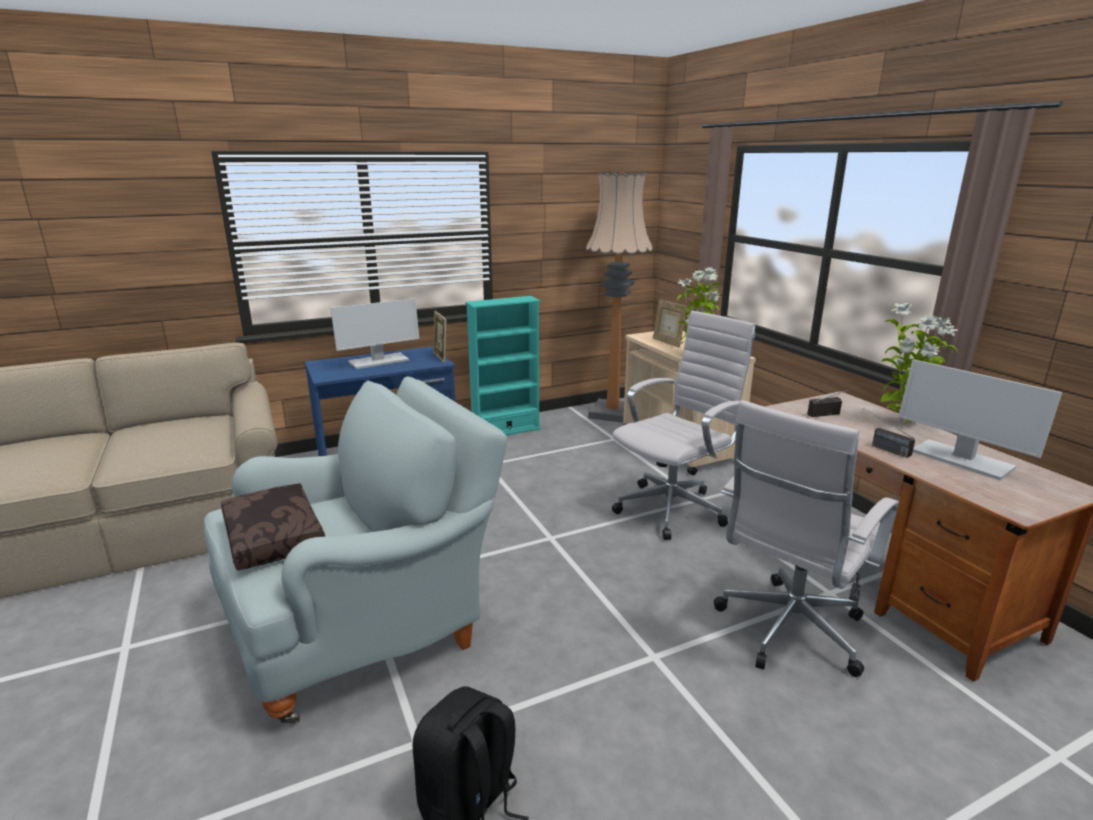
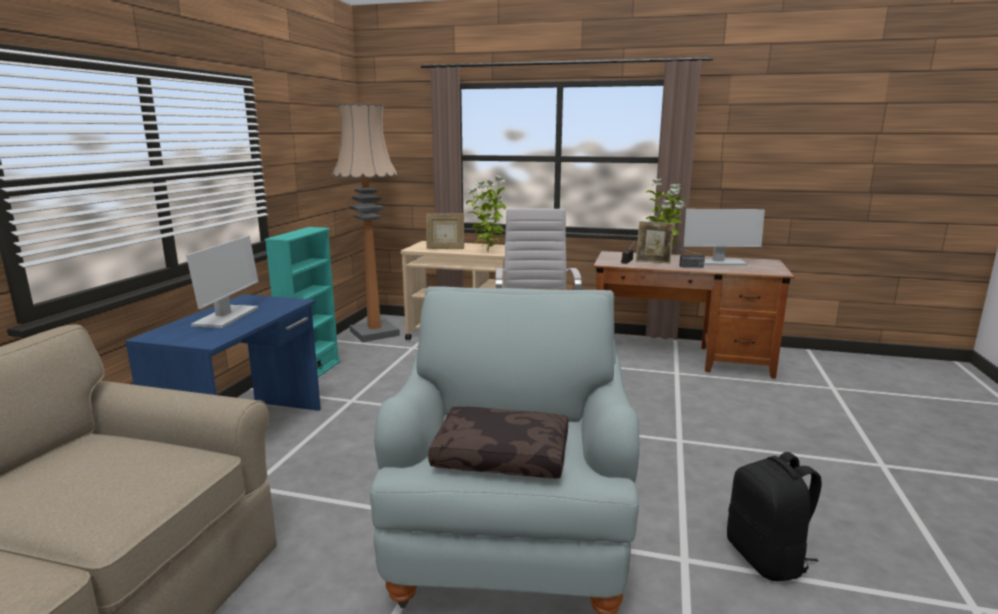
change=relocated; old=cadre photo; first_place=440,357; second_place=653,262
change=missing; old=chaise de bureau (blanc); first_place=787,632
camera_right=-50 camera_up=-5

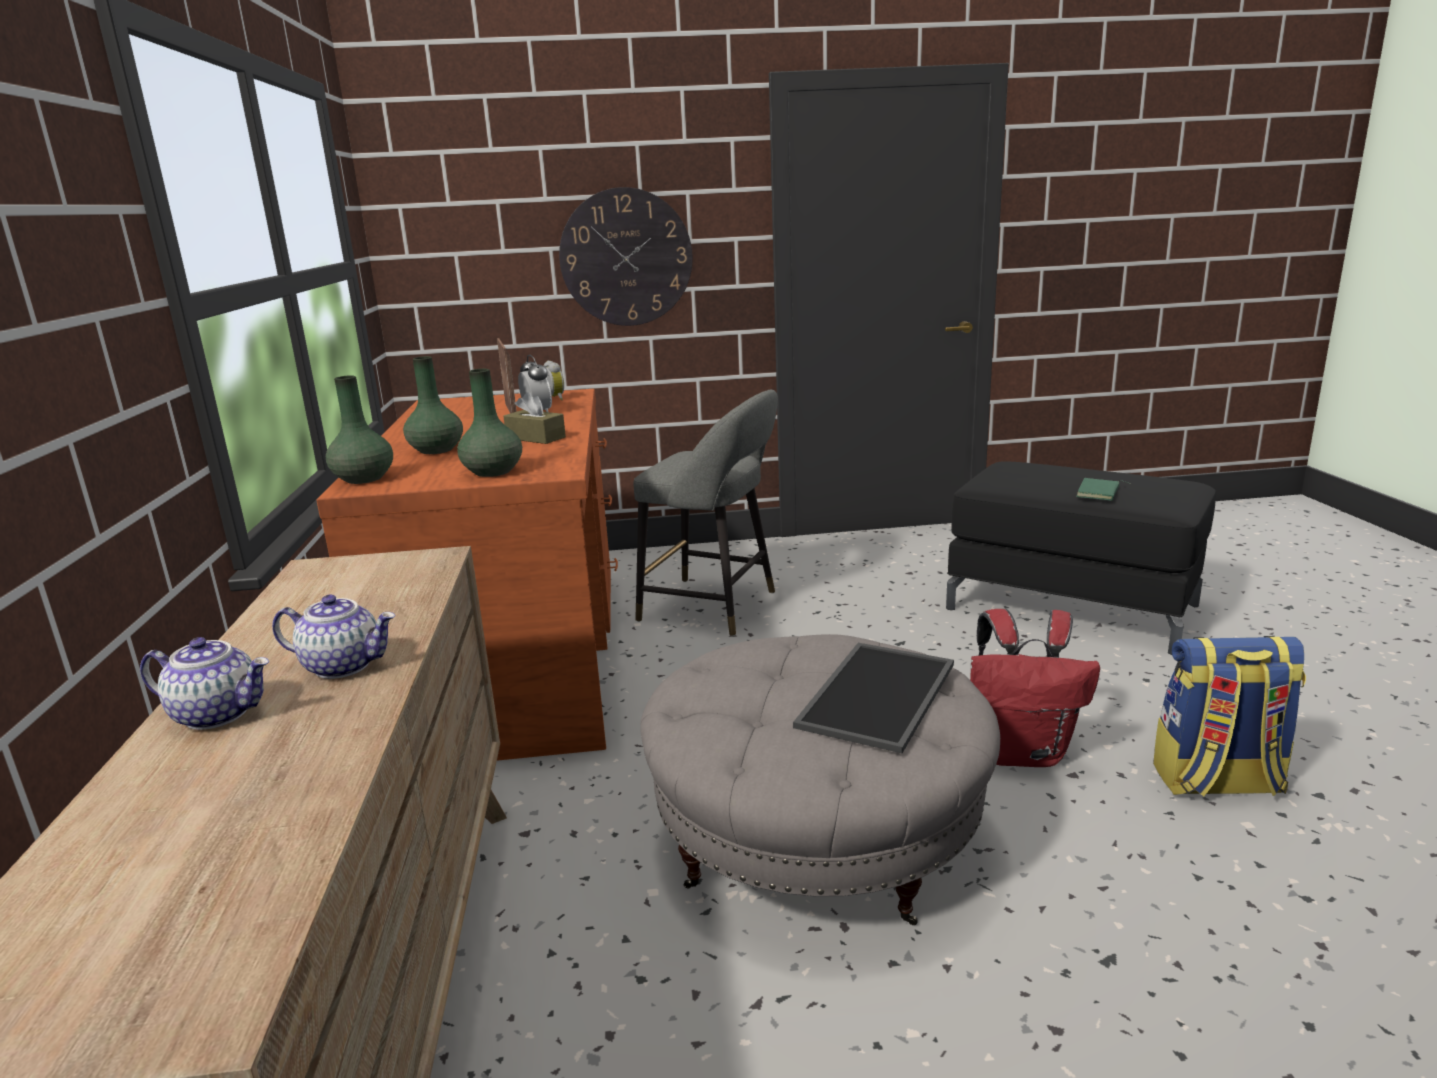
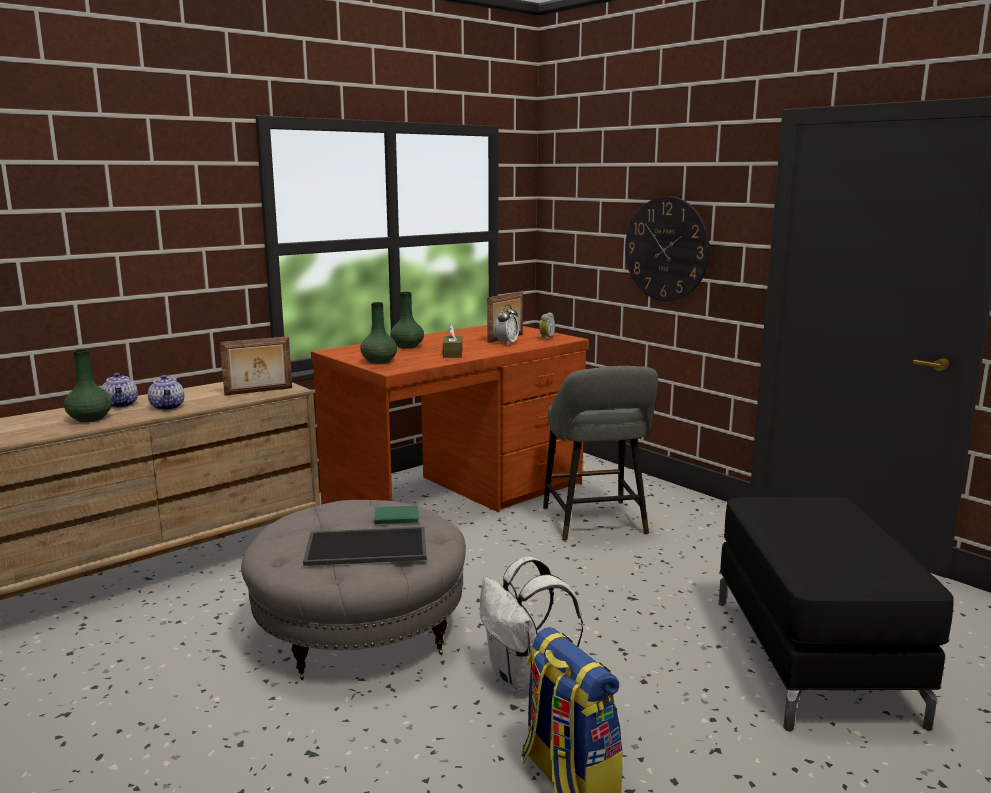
change=relocated; old=vase (vert); first_place=363,479; second_place=89,419
change=appeared; new=cadre photo; second_place=259,391
change=relocated; old=livre (vert); first_place=1099,493; second_place=396,518
change=colour; old=sac à dos (rouge); new=sac à dos (blanc); first_place=1021,752; second_place=523,679
camera_right=55 camera_up=-5

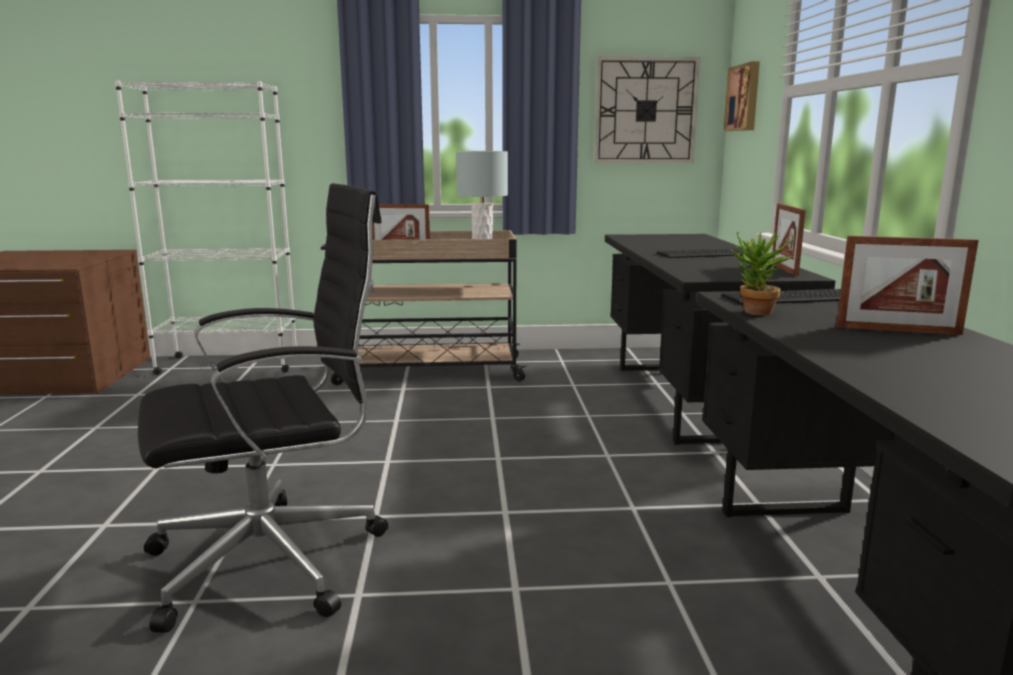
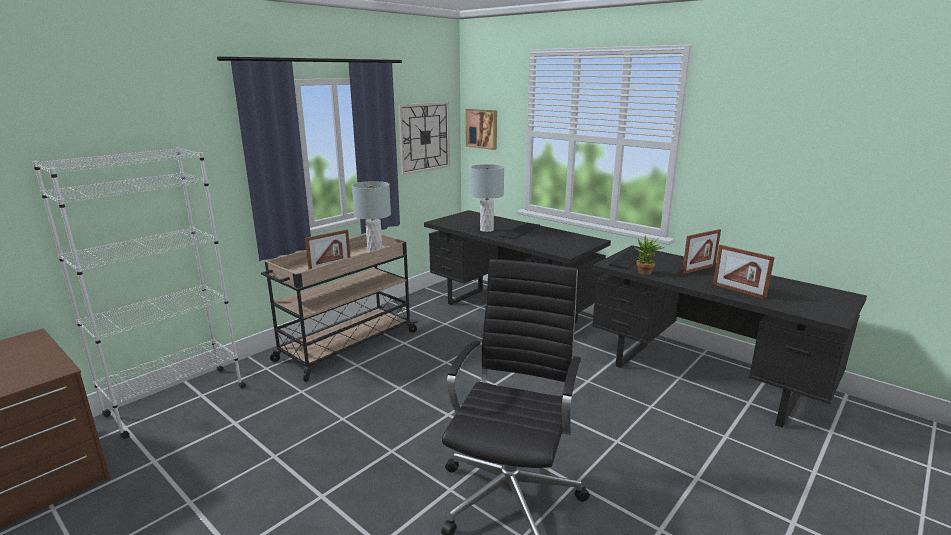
change=appeared; new=lampe de table (gris); second_place=486,230
change=relocated; old=cadre photo; first_place=784,269; second_place=738,291
camera_right=-45 camera_up=5

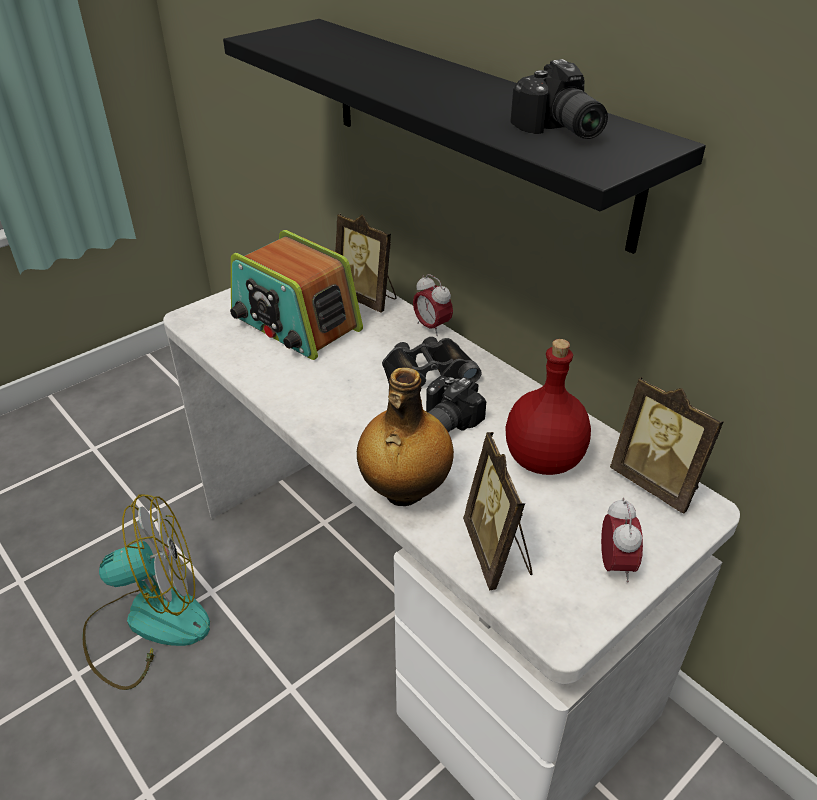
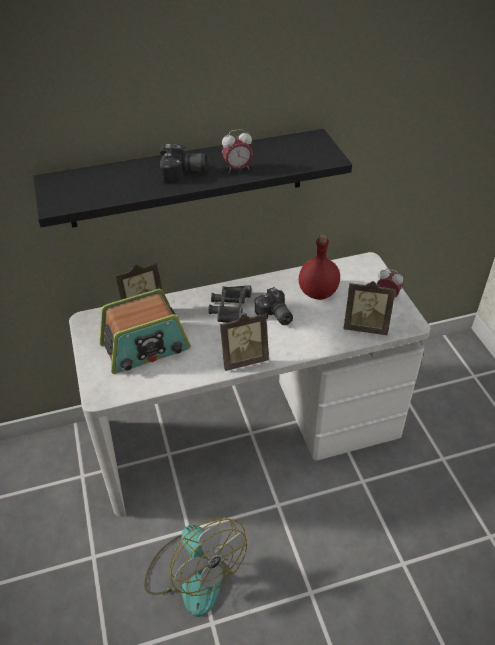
change=spun; old=ventilateur; first_place=148,623; second_place=193,572; degrees=135
change=relocated; old=appareil photo; first_place=558,130; second_place=184,174
change=relocated; old=cadre photo; first_place=656,483; second_place=243,359
change=relocated; old=réveil; first_place=432,327; second_place=237,169
change=missing; old=bouteille; first_place=404,492
camera_right=-65 camera_up=5

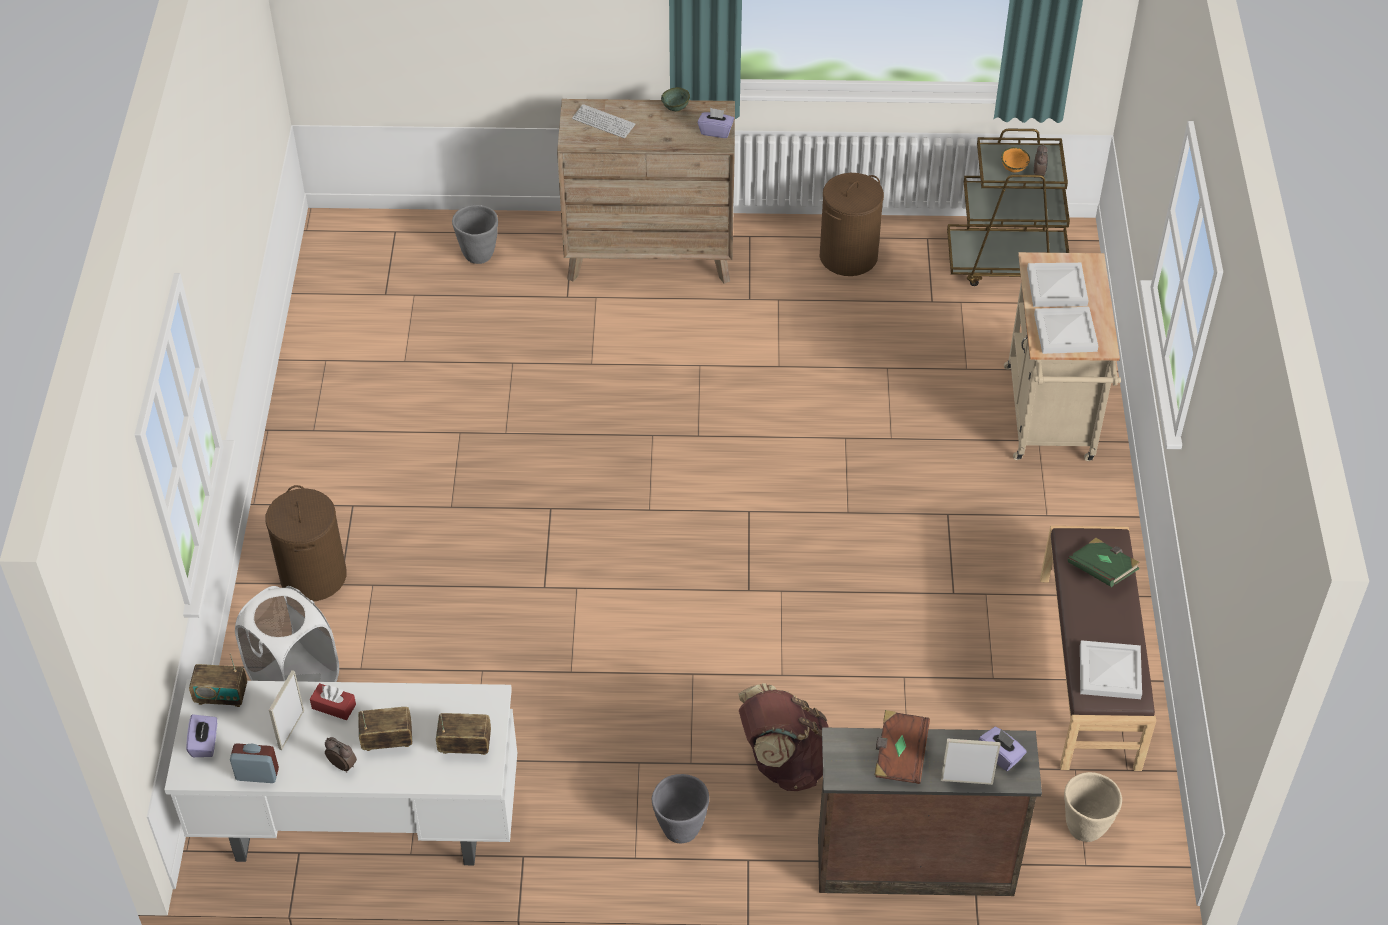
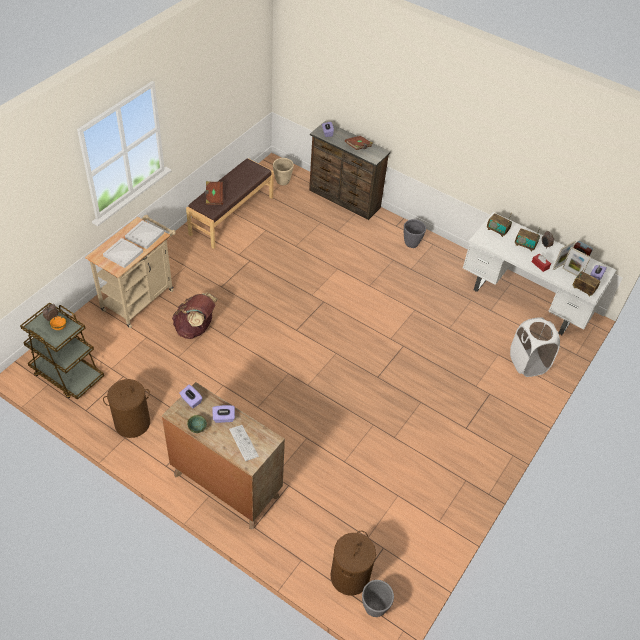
change=relocated; old=sac à dos (marron); first_place=783,762; second_place=196,328
change=colour; old=livre (vert); new=livre (marron); first_place=1102,570; second_place=214,197
change=appeared; new=boîte à mouchoirs (violet); second_place=224,418
change=relocated; old=panier à linge (marron); first_place=313,575; second_place=350,577
change=relocated; old=cache-pot (gris); first_place=478,255; second_place=374,608
change=relocated; old=cadre photo; first_place=966,781; second_place=571,273
change=missing; old=plateau (blanc); first_place=1109,672
camera_right=-150 camera_up=0

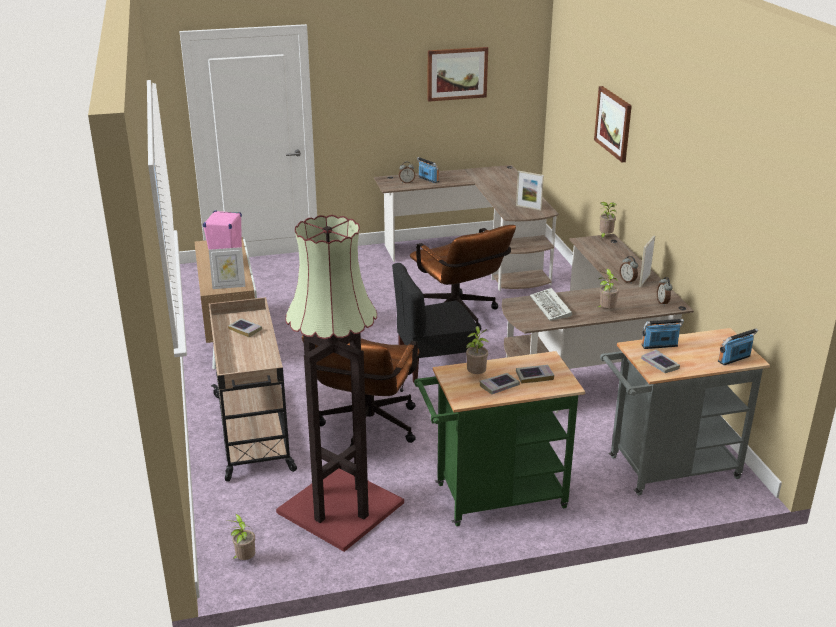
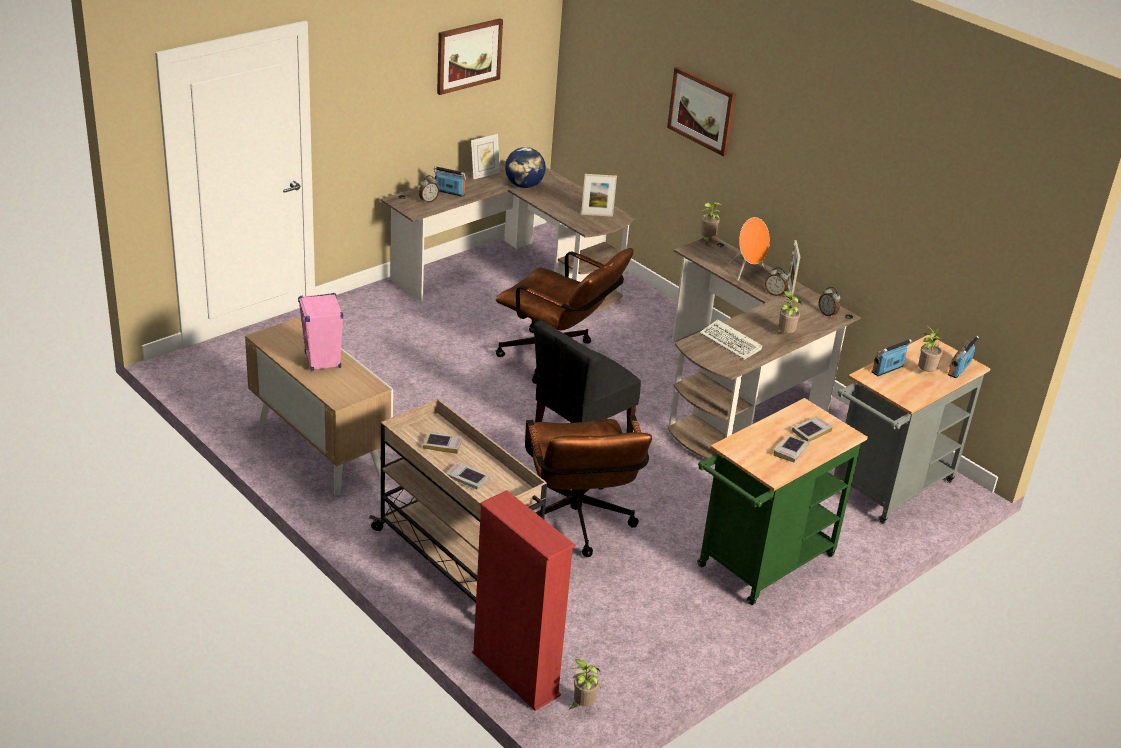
change=relocated; old=livre; first_place=659,364; second_place=467,479
change=relocated; old=cadre photo; first_place=229,286; second_place=484,174
change=appeared; new=bibliothèque (rouge); second_place=515,674
change=appeared; new=globe; second_place=524,186
change=appeared; new=enceinte (orange); second_place=747,272
change=relocated; old=plante en pot; first_place=476,375; second_place=925,372
change=missing; old=lampadaire; first_place=338,508
camera_right=-30 camera_up=5

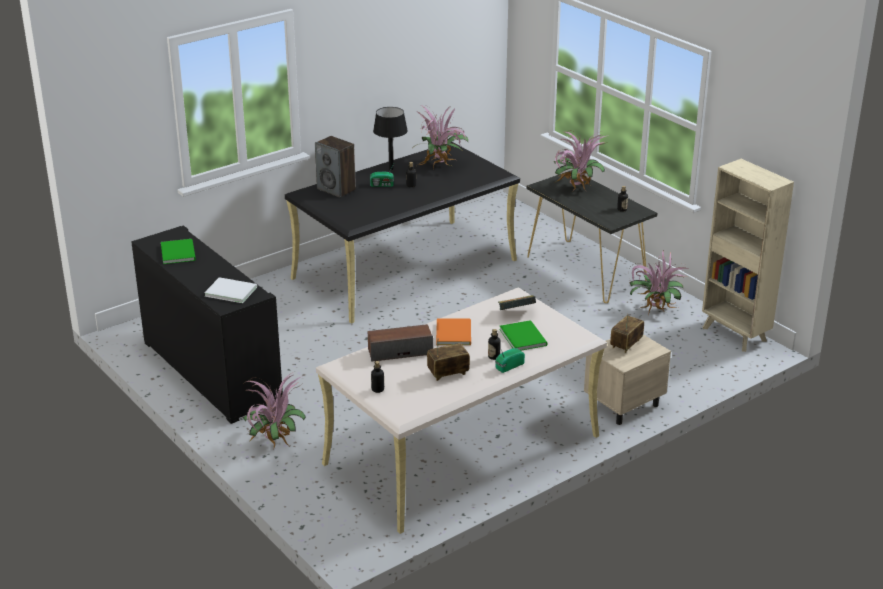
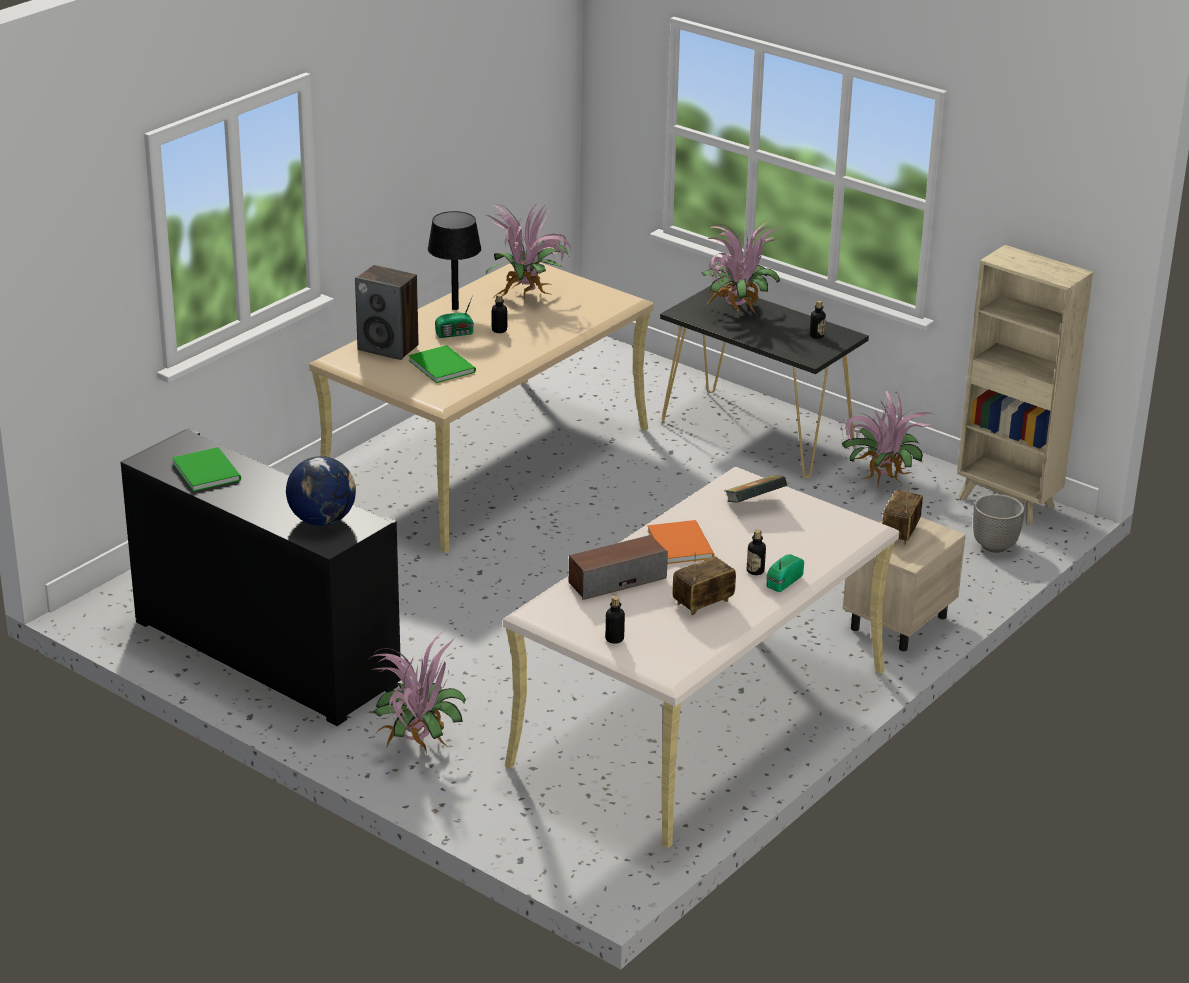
change=exchanged; old=livre (blanc); new=globe; first_place=230,291; second_place=322,520
change=colour; old=bureau (noir); new=bureau (beige); first_place=405,269; second_place=487,460
change=relocated; old=livre (vert); first_place=523,336; second_place=442,365
change=appeared; new=cache-pot; second_place=994,546
camera_right=-15 camera_up=0

